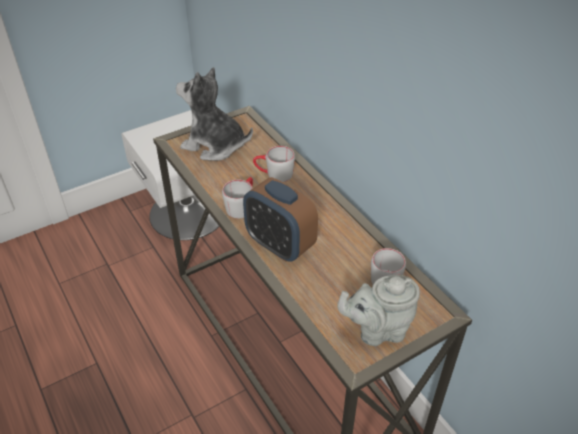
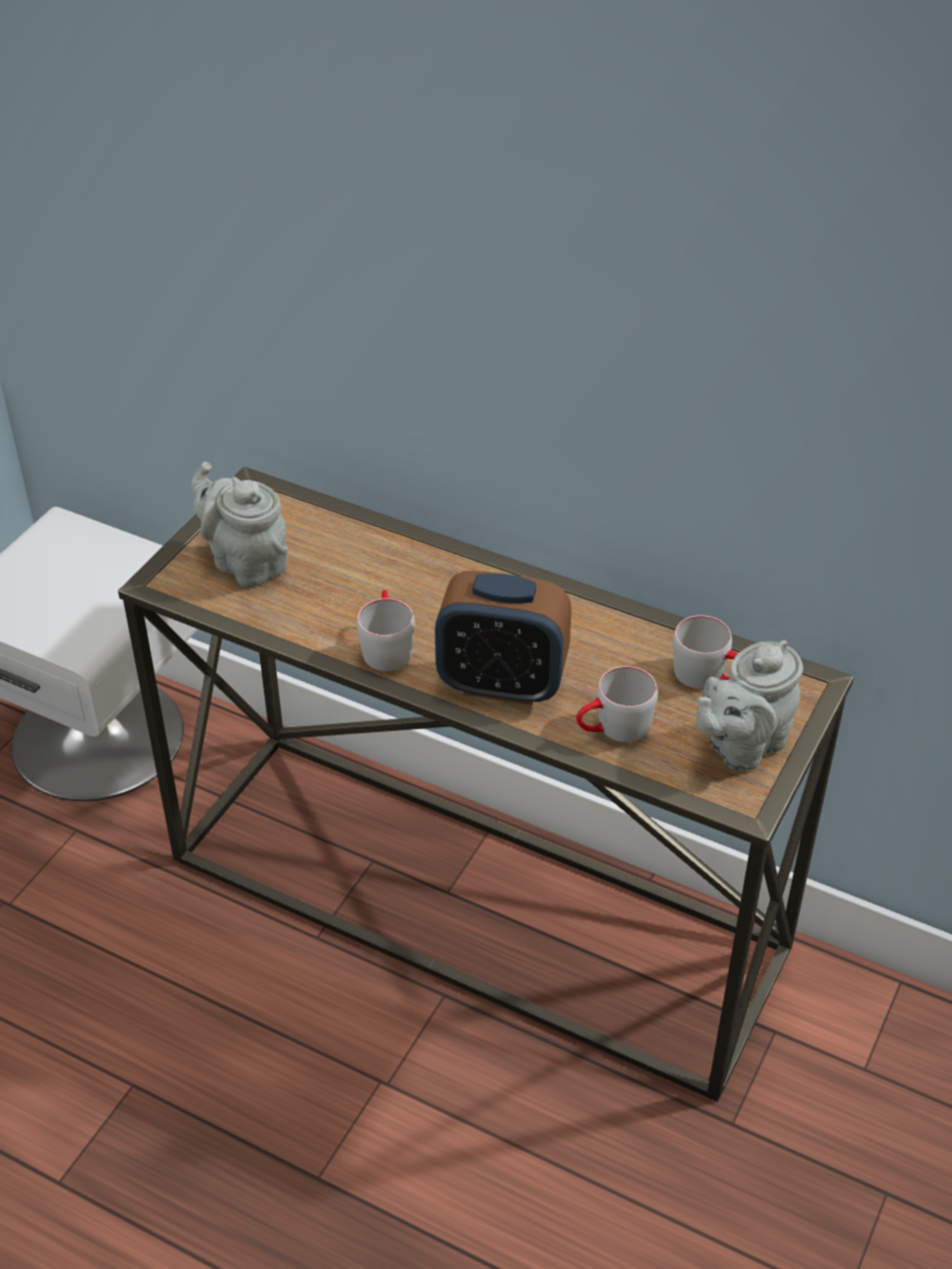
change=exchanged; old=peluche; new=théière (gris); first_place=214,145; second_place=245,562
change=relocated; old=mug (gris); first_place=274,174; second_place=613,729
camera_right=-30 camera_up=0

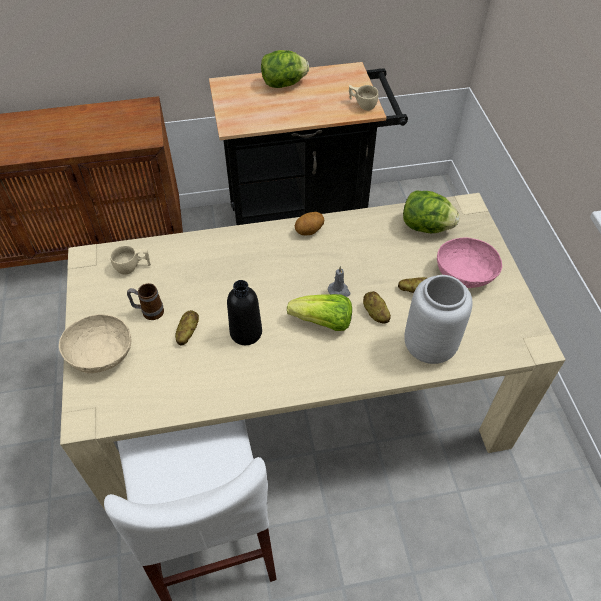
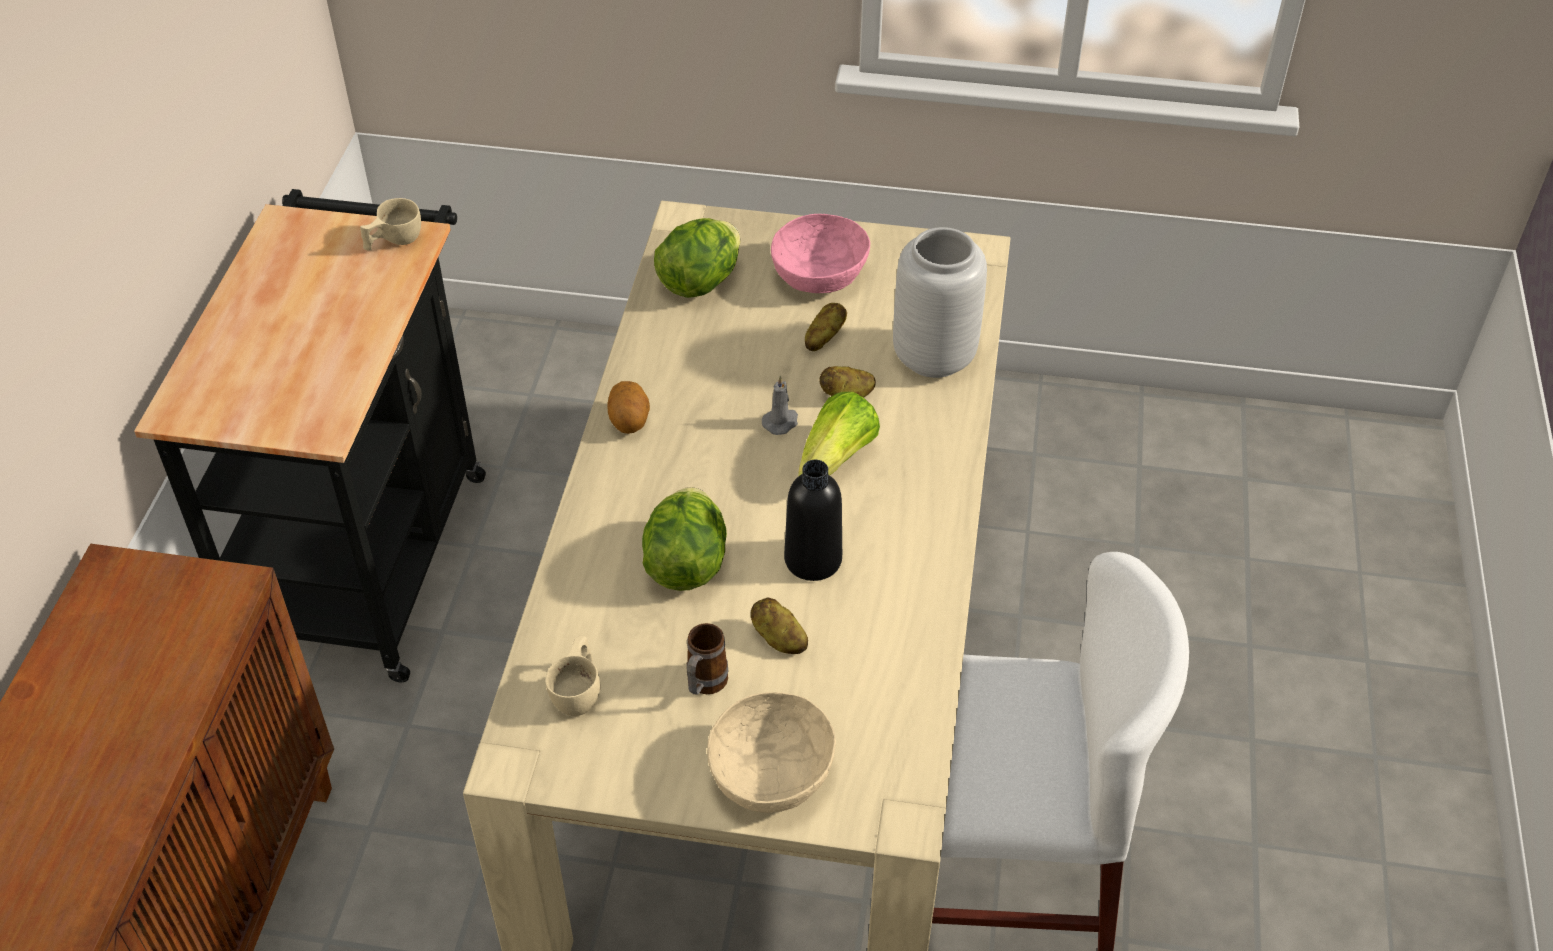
change=relocated; old=laitue; first_place=283,84; second_place=686,564
camera_right=-70 camera_up=-5

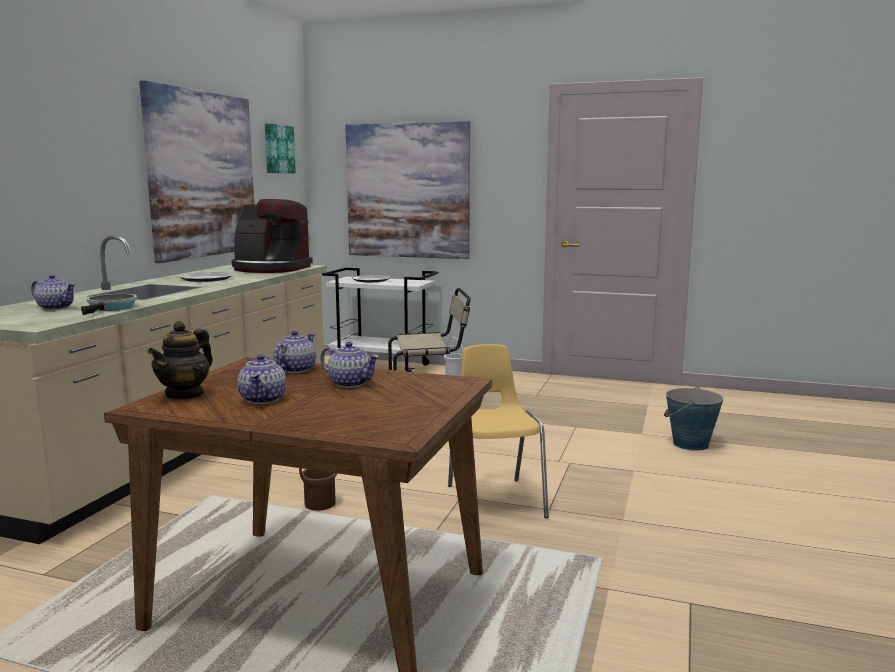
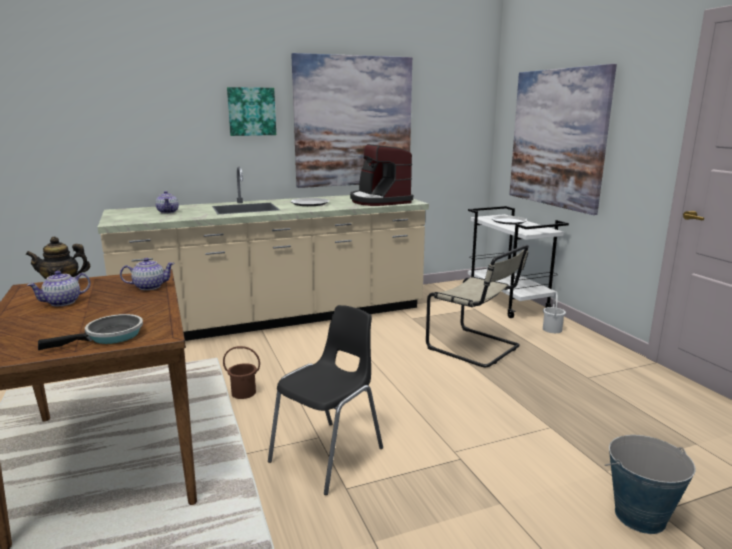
change=relocated; old=poêle; first_place=111,308; second_place=110,336
change=relocated; old=tableau; first_place=278,149; second_place=251,111
change=colour; old=chaise (jaune); new=chaise (noir); first_place=494,501; second_place=329,455
change=missing; old=théière; first_place=350,383
camera_right=50 camera_up=5

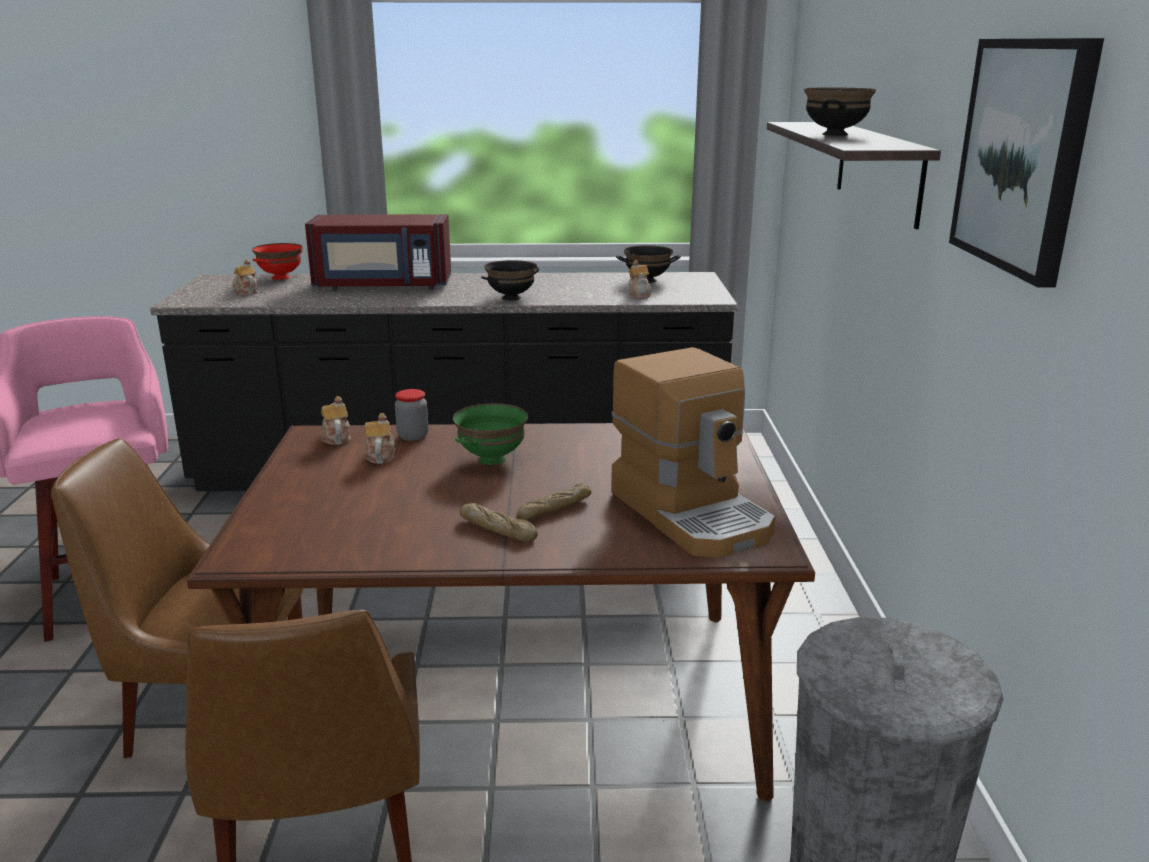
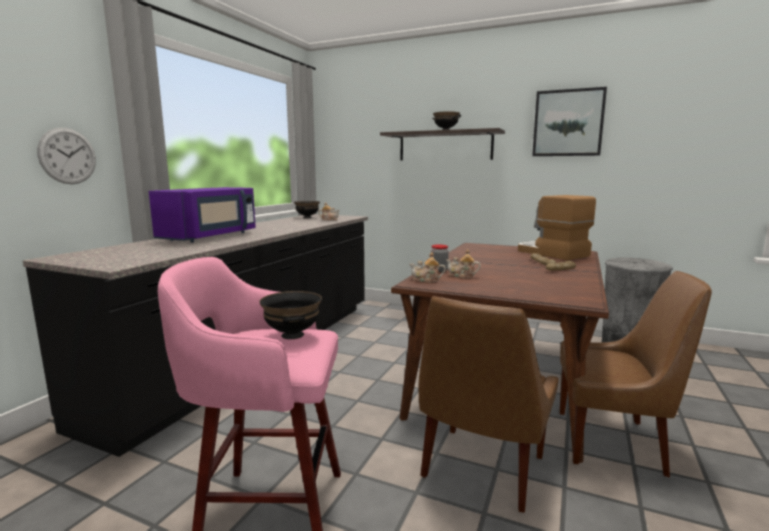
change=appeared; new=horloge murale; second_place=67,156
change=colour; old=micro-ondes (rouge); new=micro-ondes (violet); first_place=382,286; second_place=211,236
change=relocated; old=bol (noir); first_place=511,298; second_place=293,335
change=spun; old=machine à café; first_place=693,513; second_place=551,253; degrees=-120
change=missing; old=théière; first_place=245,292
change=missing; old=bol (rouge); first_place=281,277
change=missing; old=bol (vert); first_place=491,459
camera_right=-65 camera_up=-10

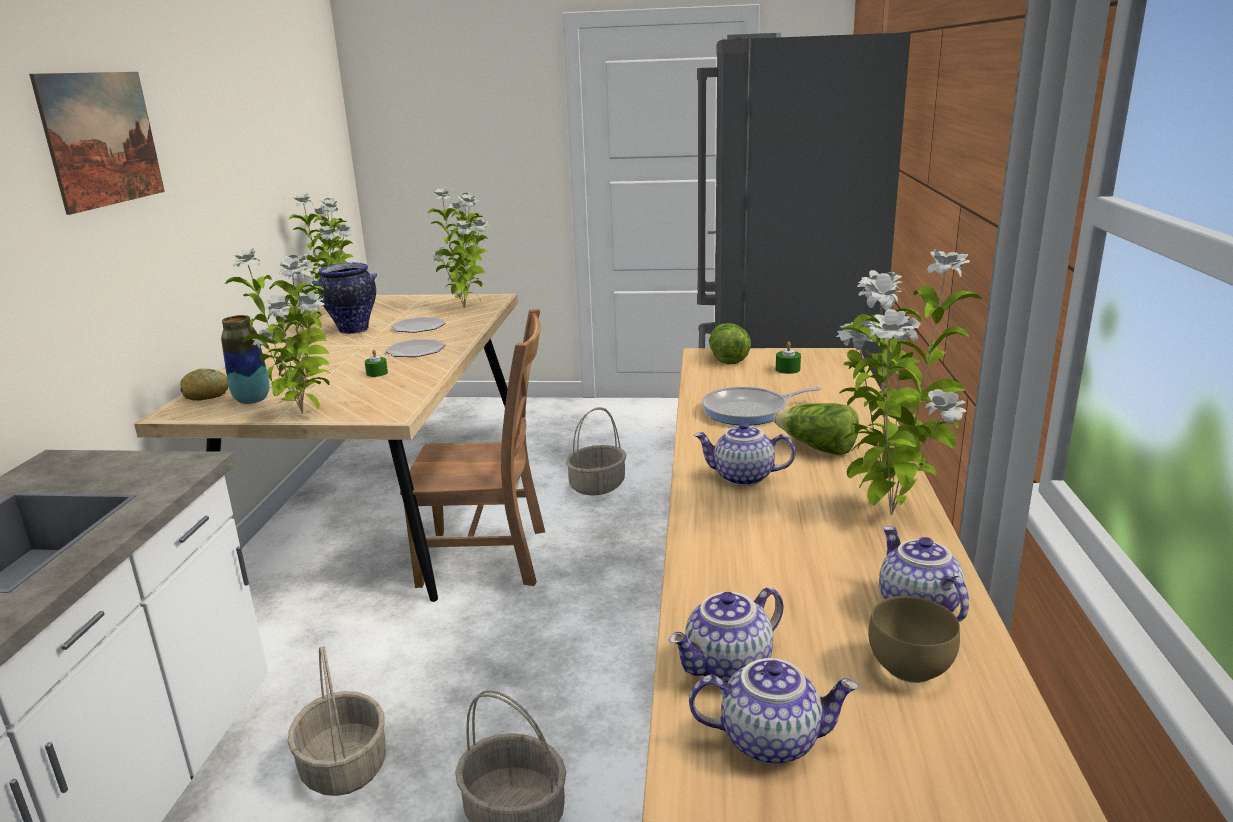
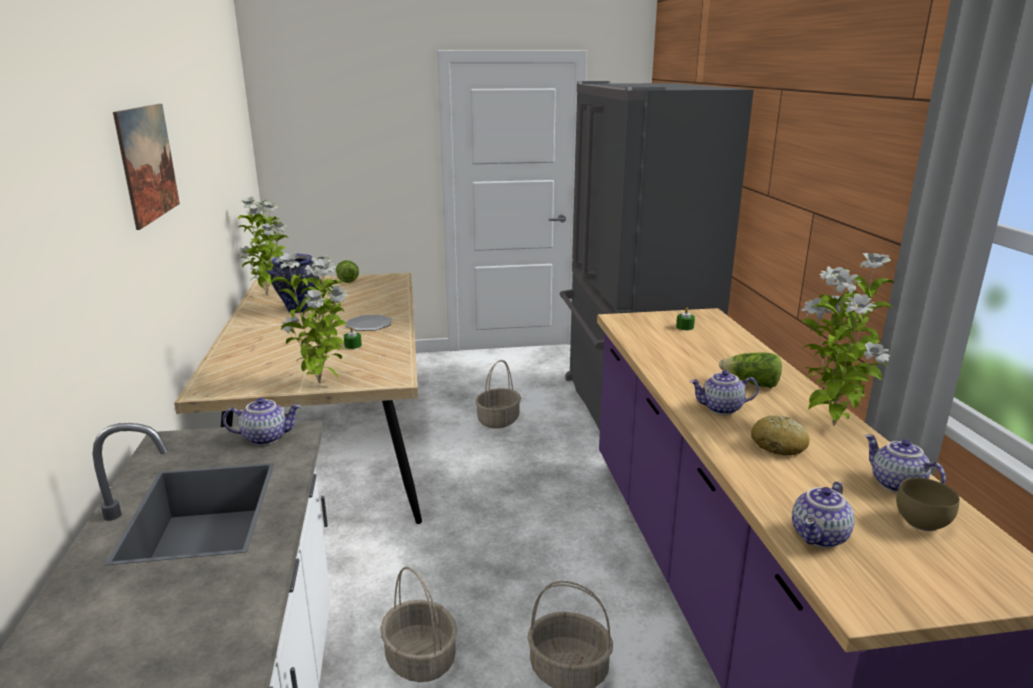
change=relocated; old=théière; first_place=771,739; second_place=266,437
change=relocated; old=laitue; first_place=727,358; second_place=347,279
change=relocated; old=pain; first_place=207,395; second_place=779,445
change=missing; old=vase; first_place=252,400
change=missing; old=assiette; first_place=418,327
change=missing; old=chaise (marron); first_place=490,557
change=missing; old=plante en pot; first_place=466,308
change=missing; old=poêle; first_place=749,411
camera_right=-15 camera_up=0

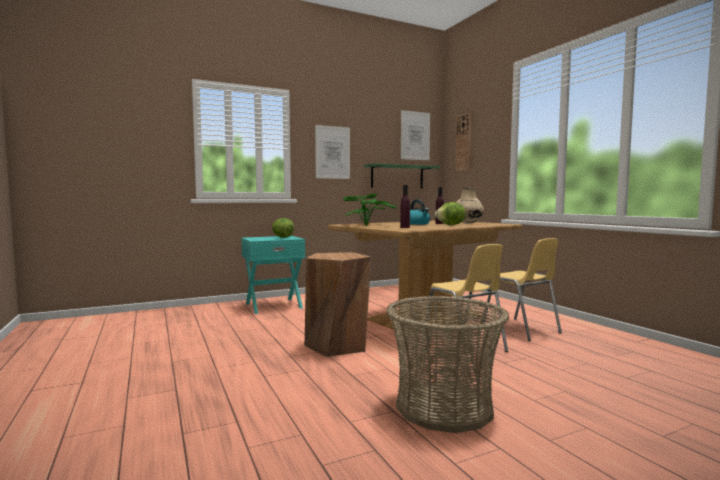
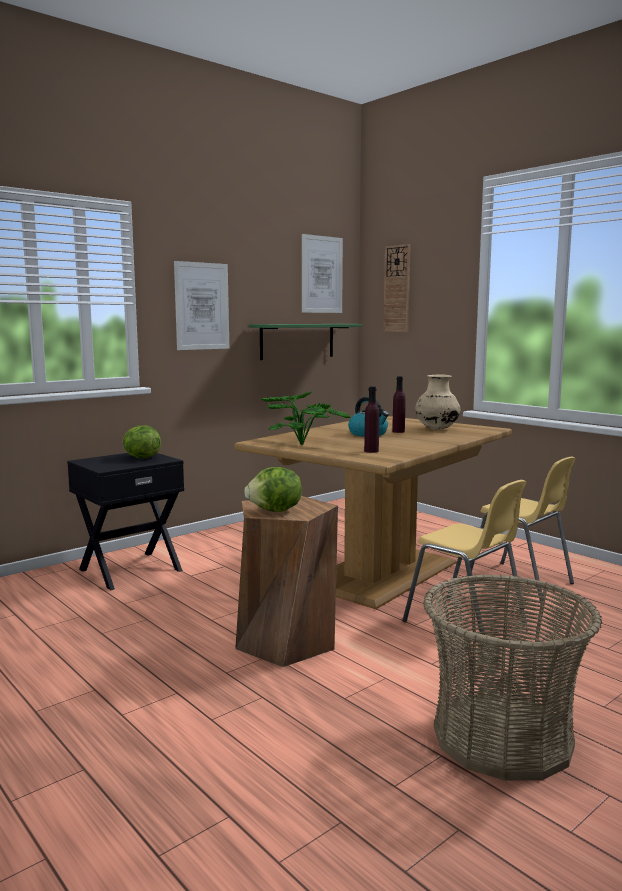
change=colour; old=table de chevet (turquoise); new=table de chevet (noir); first_place=273,305; second_place=130,569
change=relocated; old=laitue; first_place=451,225; second_place=275,511
camera_right=-15 camera_up=5

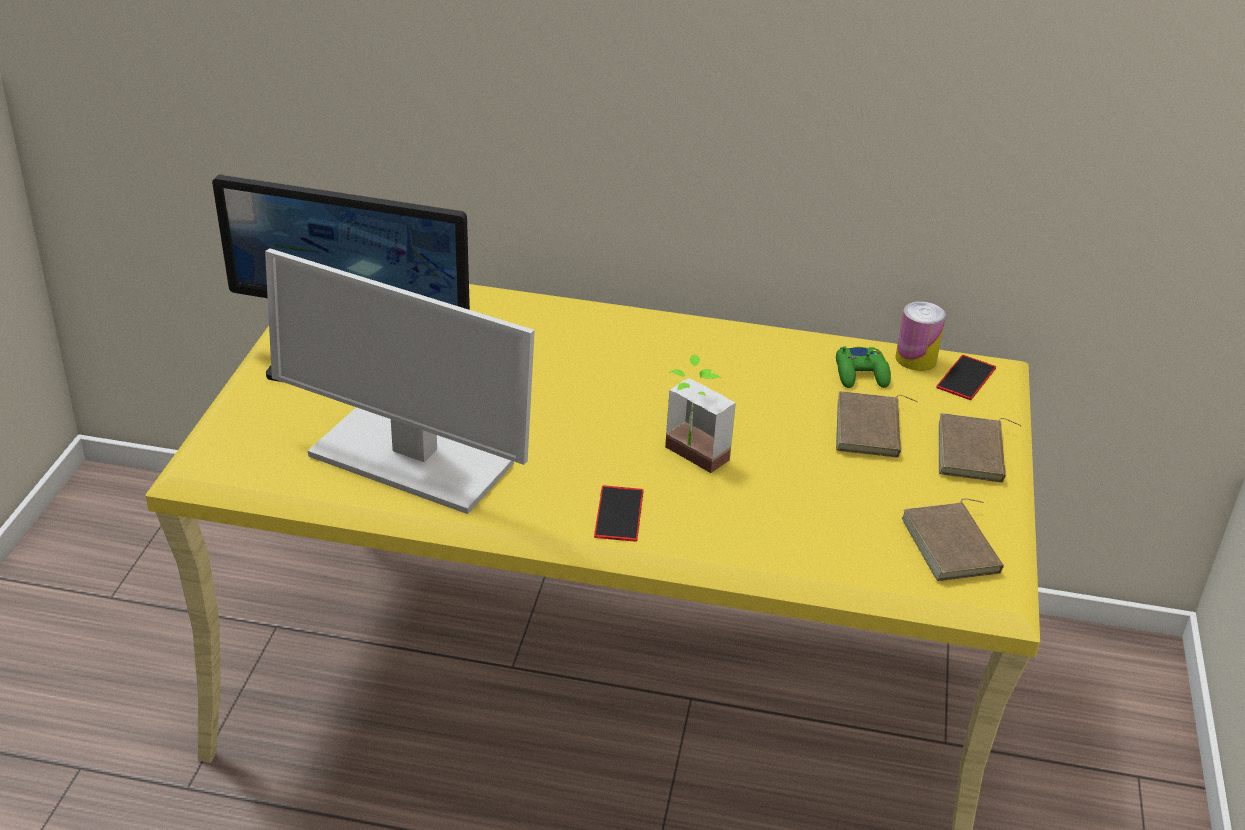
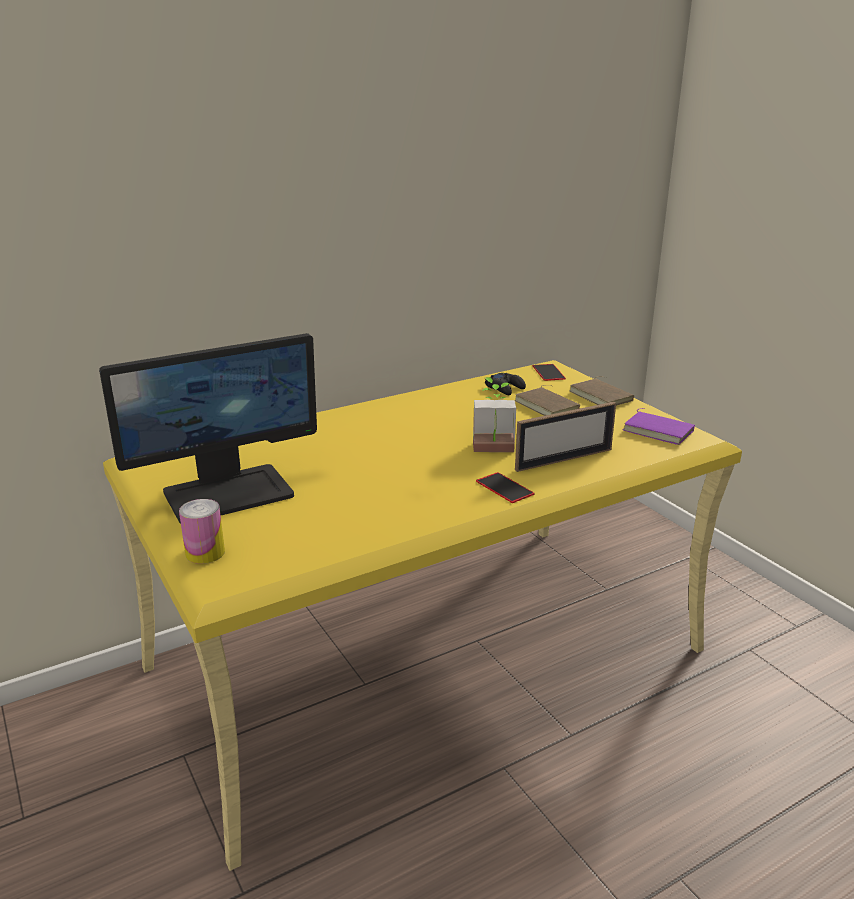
change=relocated; old=boîte métallique; first_place=916,359; second_place=205,552
change=colour; old=manette (vert); new=manette (noir); first_place=861,374; second_place=505,388
change=appeared; new=cadre photo; second_place=564,459
change=colour; old=livre (marron); new=livre (violet); first_place=954,546; second_place=659,430
change=missing; old=écran d'ordinateur; first_place=408,460
camera_right=-40 camera_up=-10

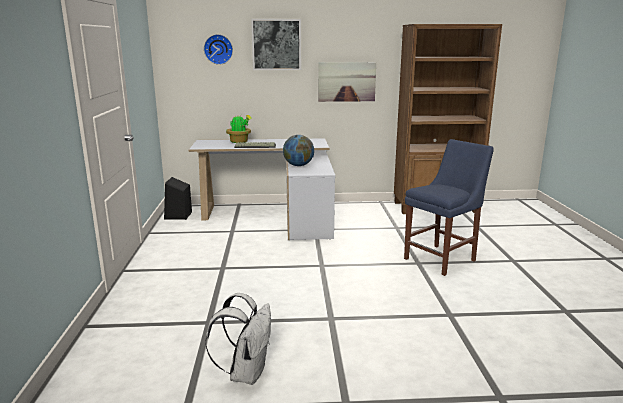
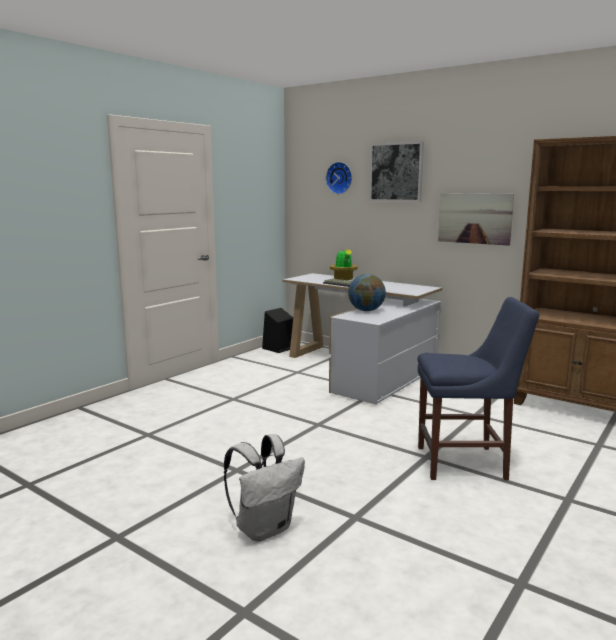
change=relocated; old=sac à dos (blanc); first_place=246,372; second_place=264,528
camera_right=40 camera_up=-5

